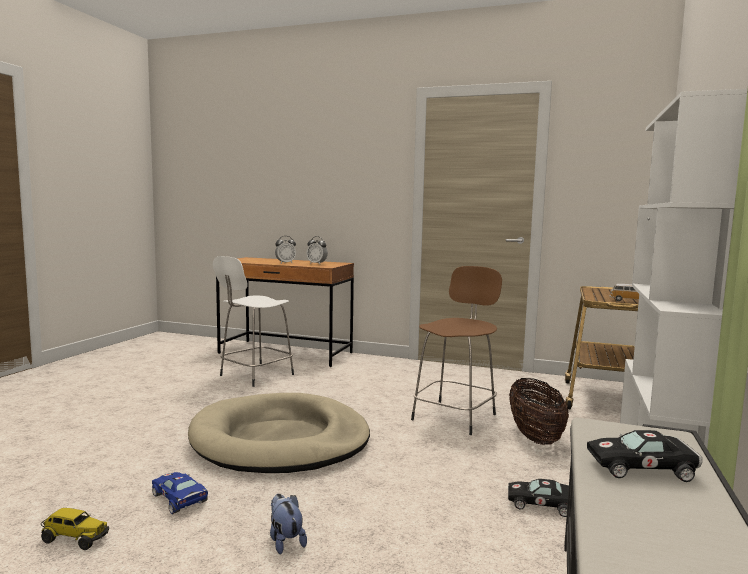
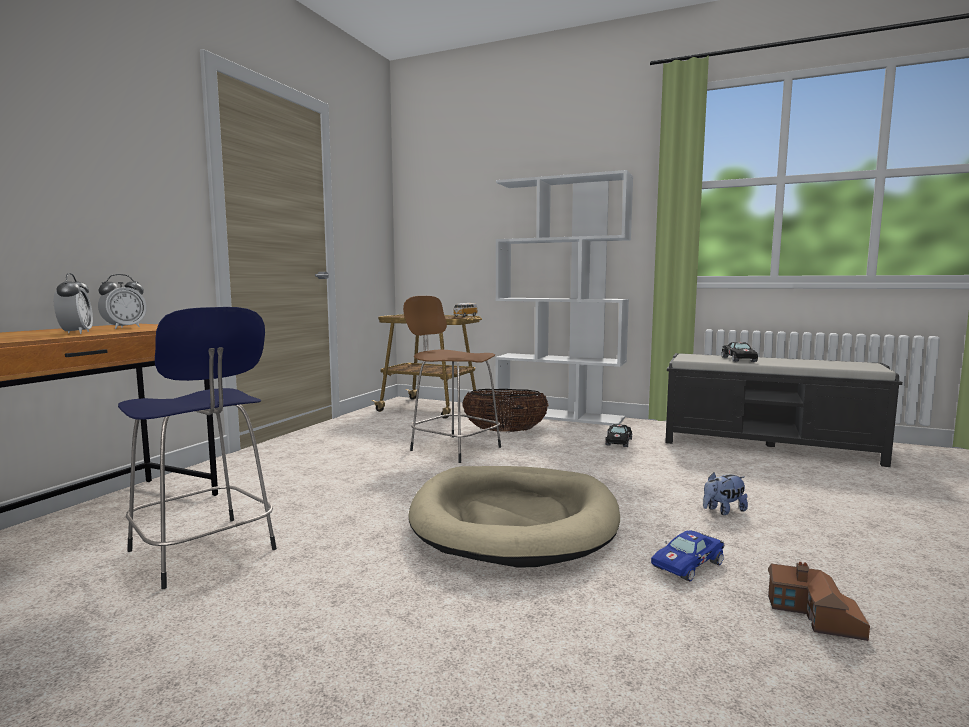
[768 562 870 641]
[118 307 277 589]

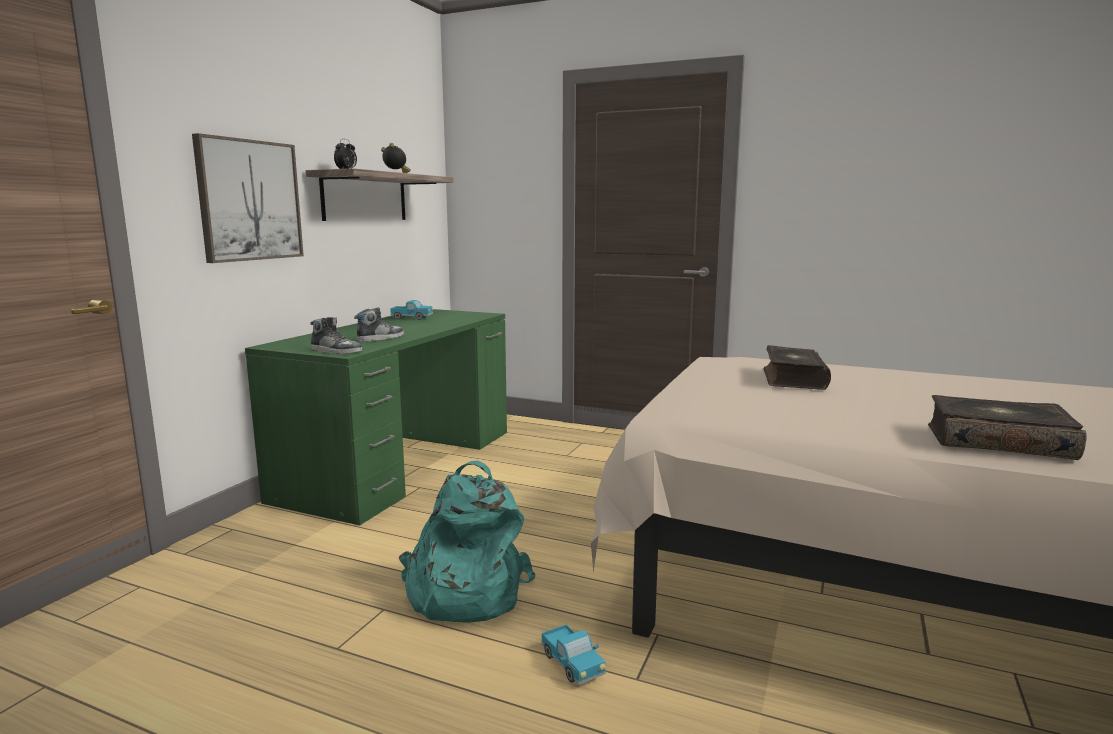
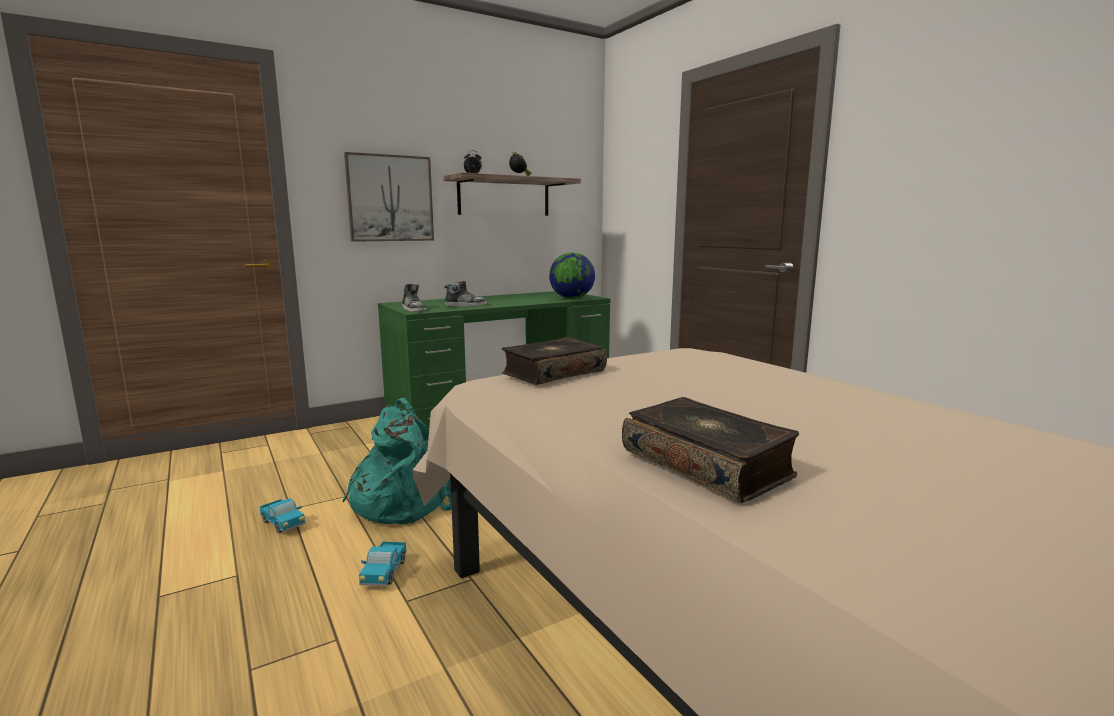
[549 253 595 299]
[260 498 306 533]
[501 337 607 385]

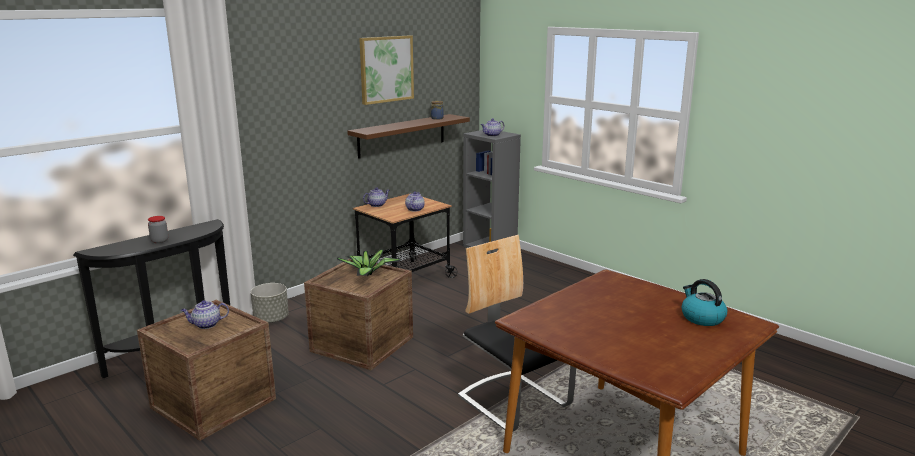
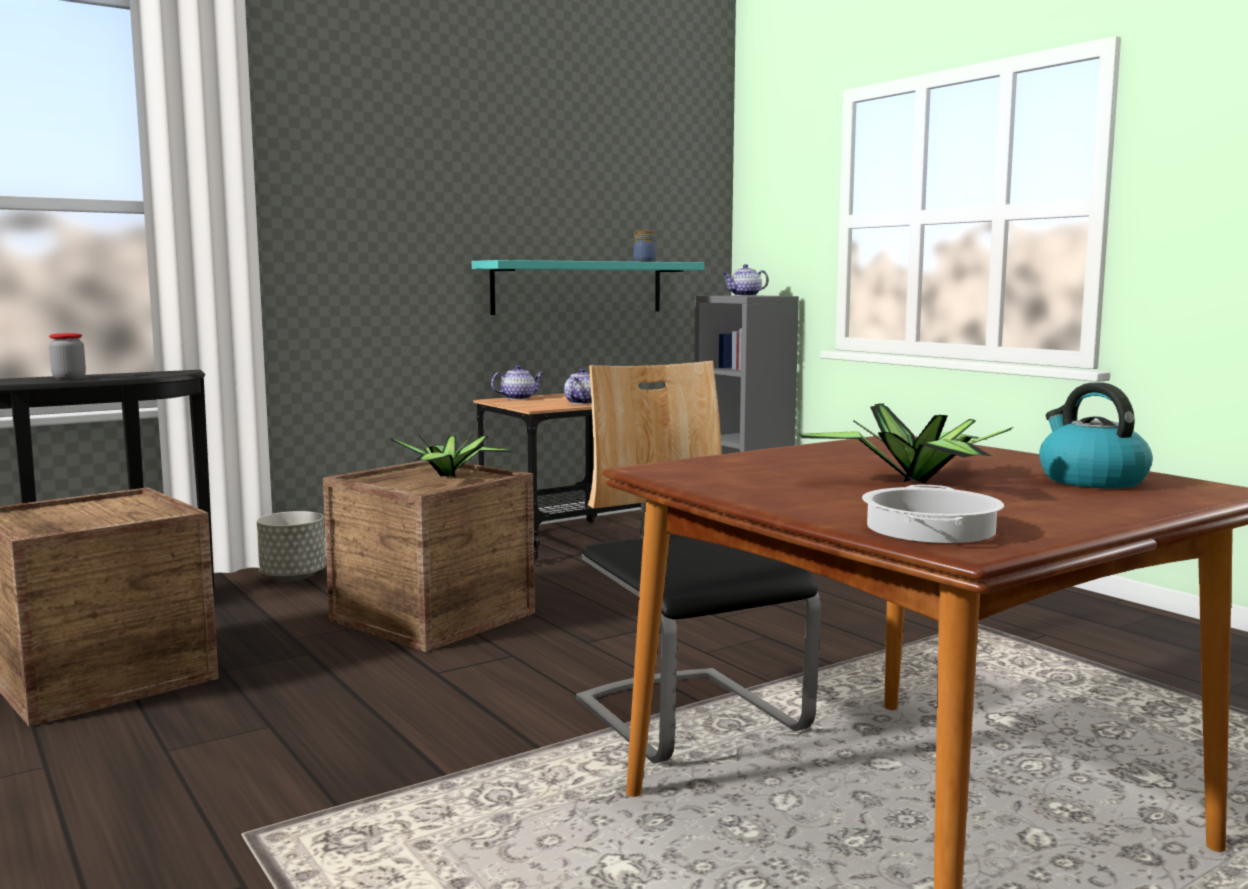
[181 300 229 329] (first image)
[359 35 414 105] (first image)
[800 403 1012 483]
[862 485 1004 543]
[472 260 704 315]

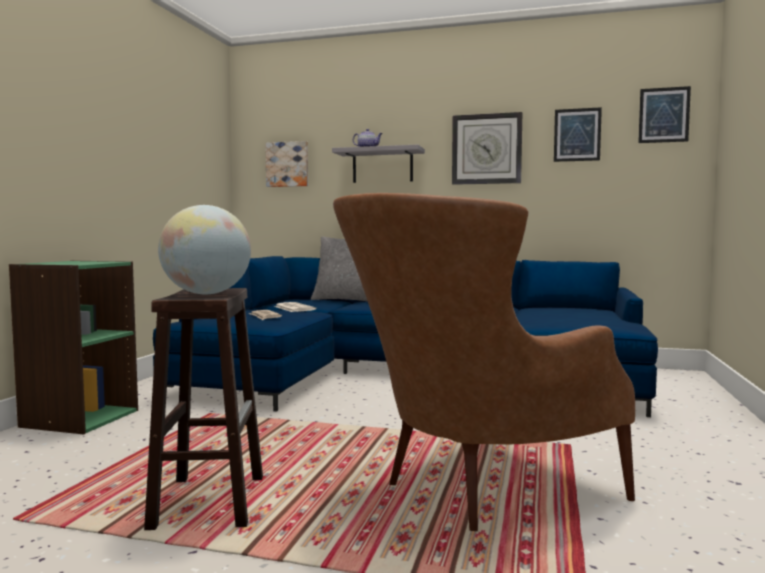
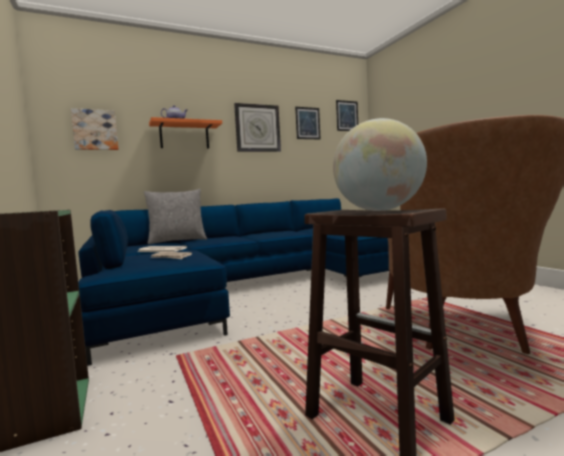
[149 117 222 149]

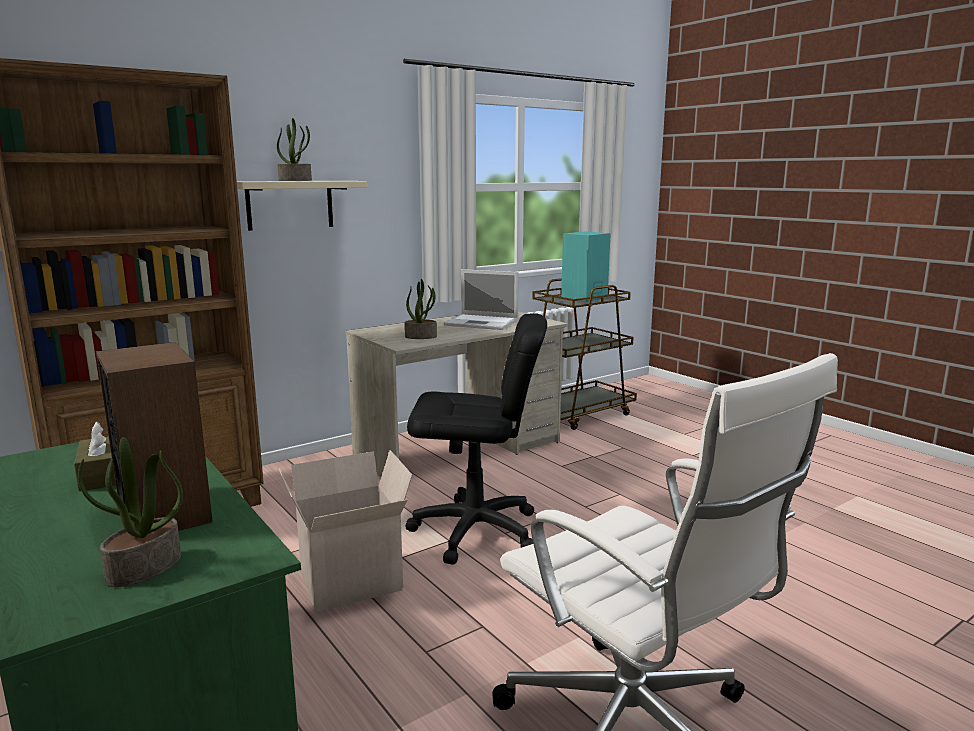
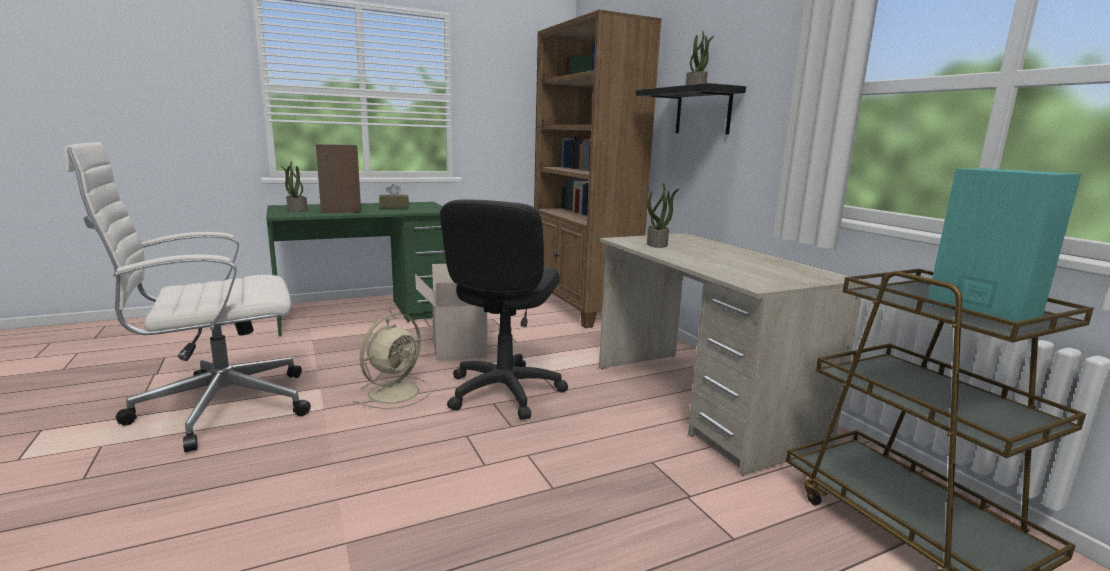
[444 269 519 330] (first image)
[353 313 432 409]
[636 83 746 134]

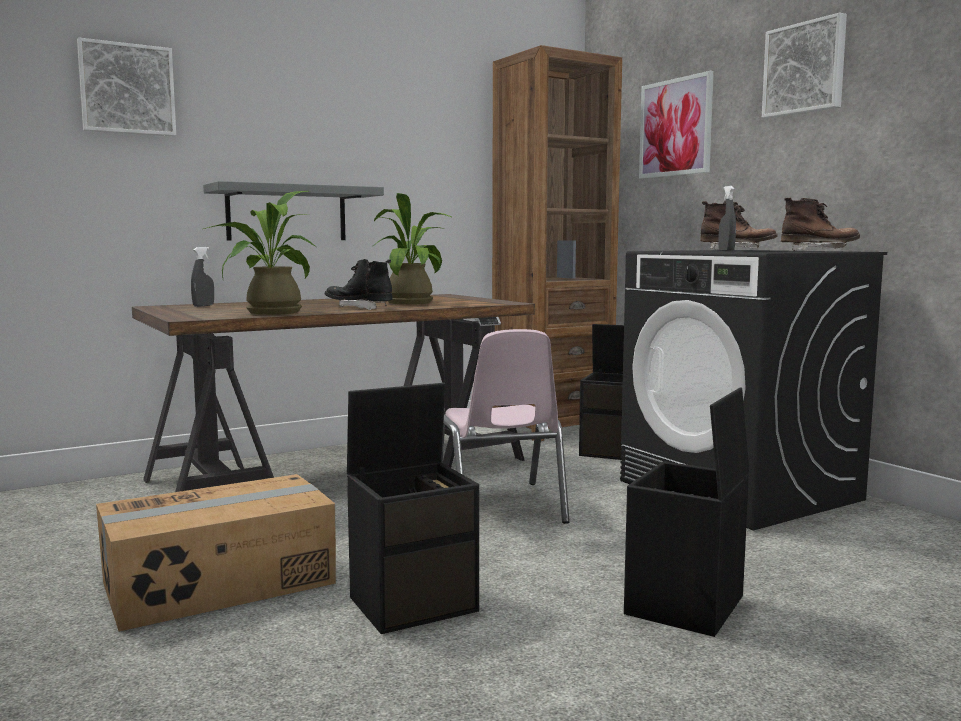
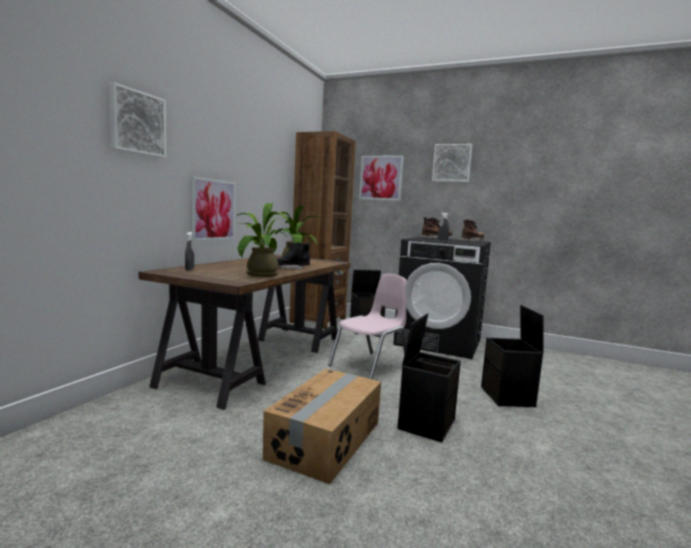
[191 176 236 241]
[328 274 407 380]

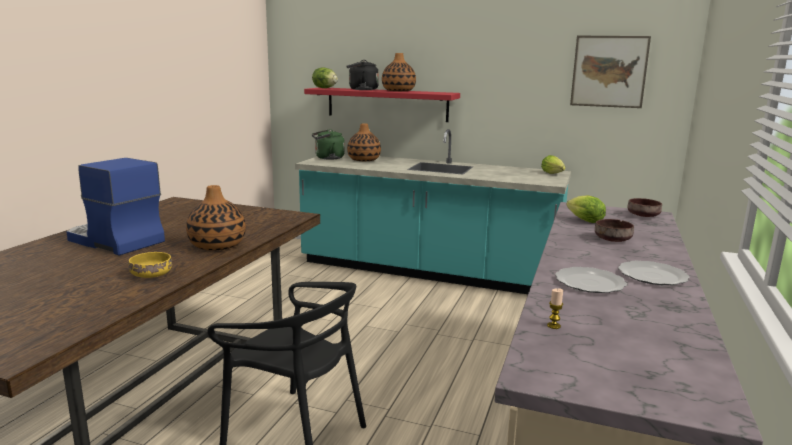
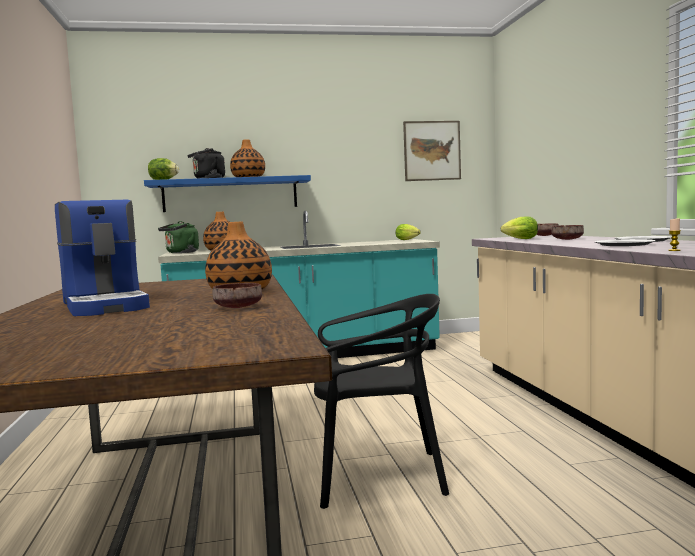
[213 283 262 308]
[144 175 311 212]
[55 200 150 316]

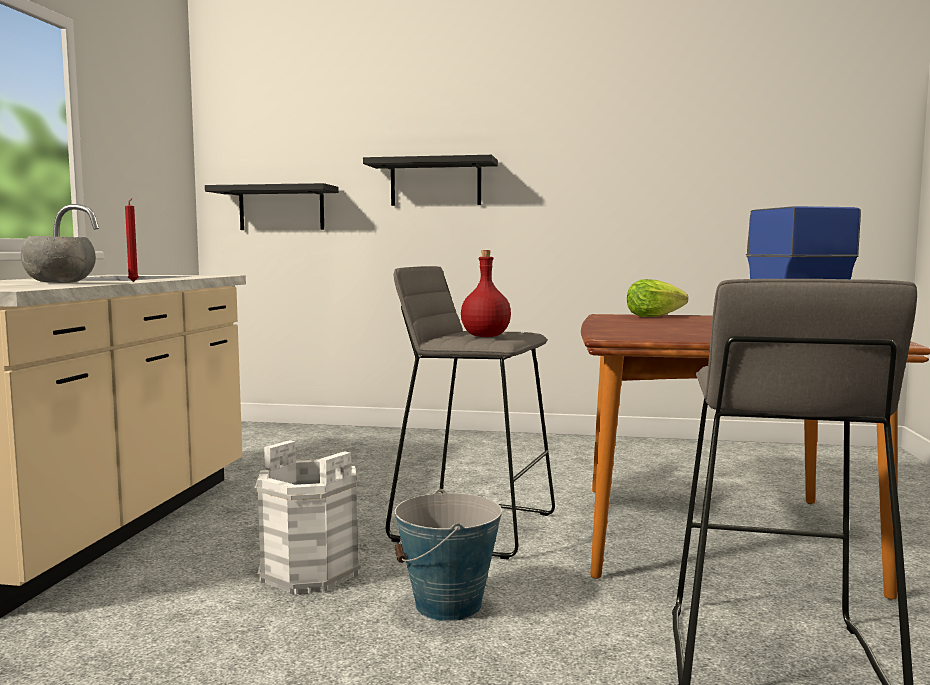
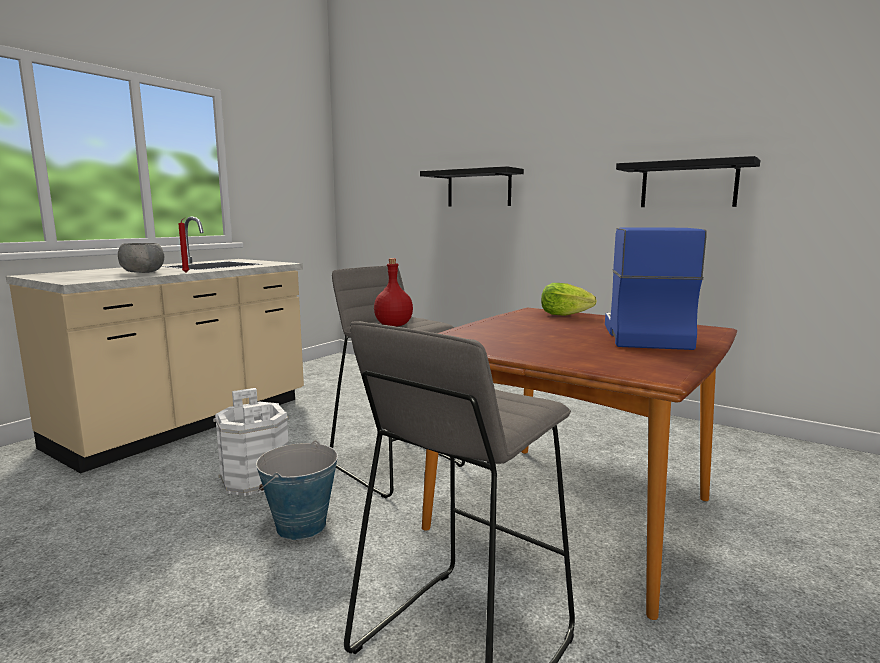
[616 156 760 207]

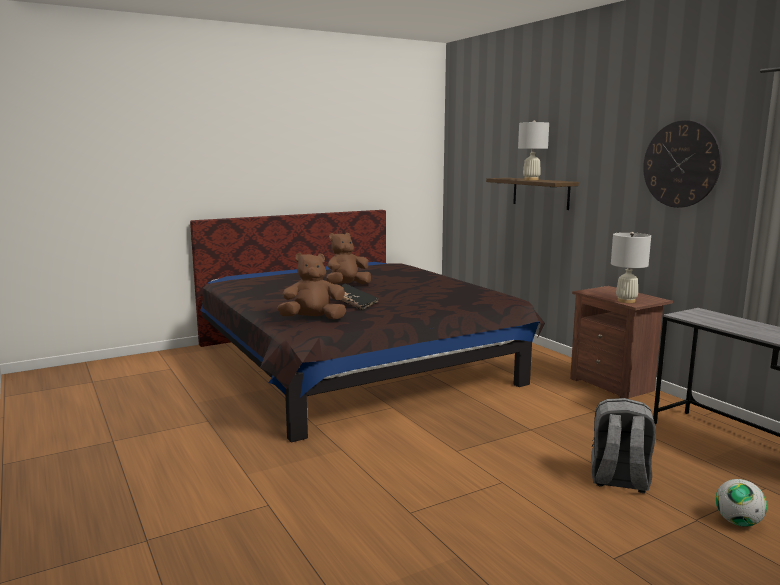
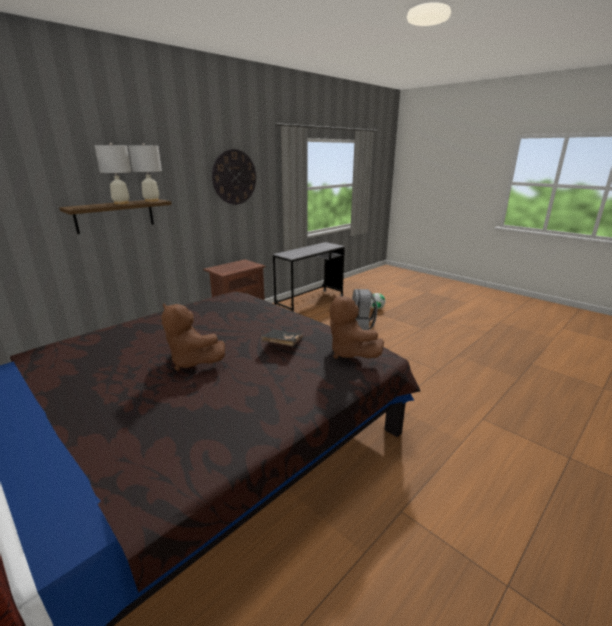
[128 143 162 202]

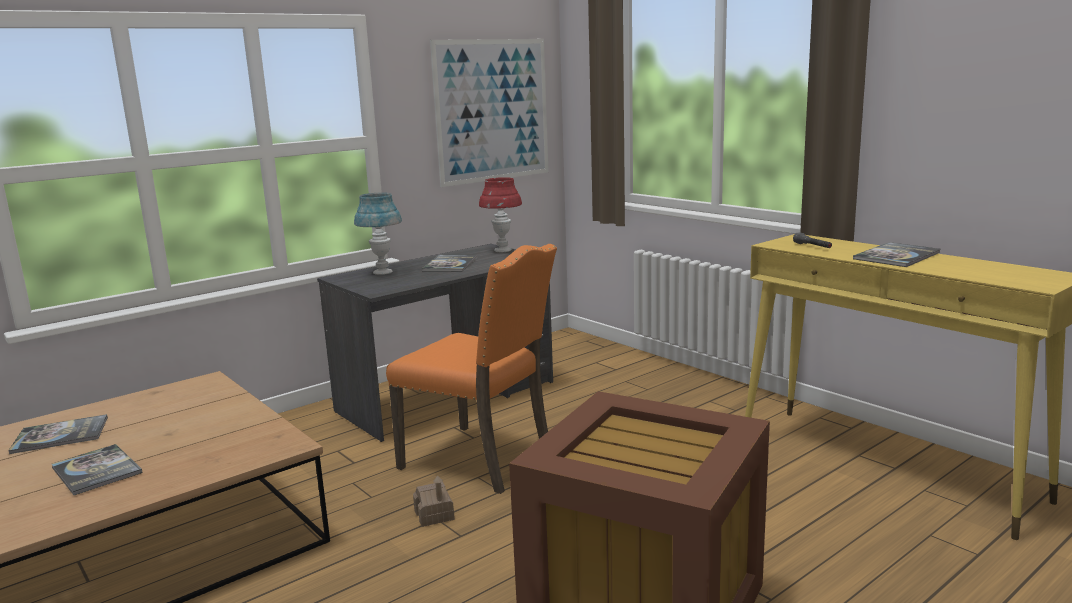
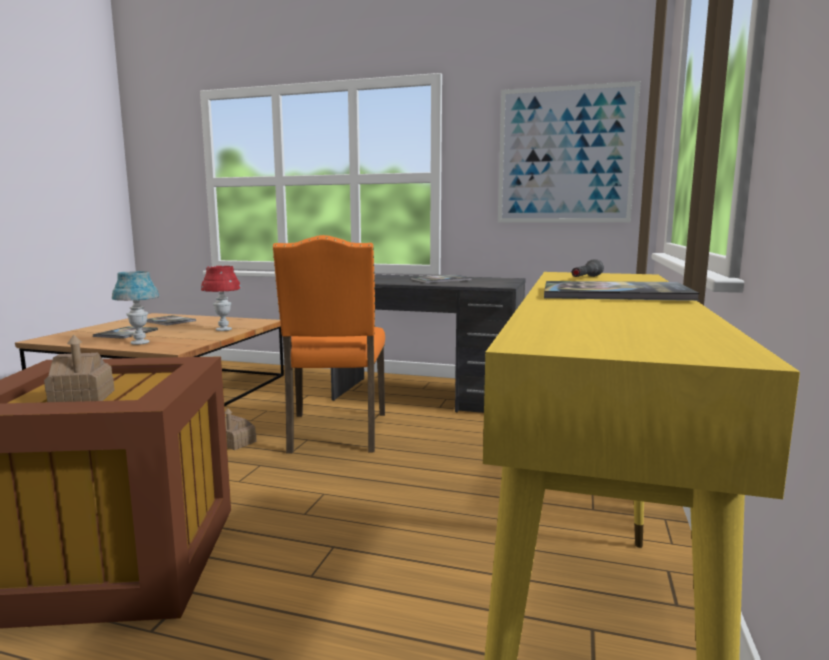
[44 335 114 402]
[112 271 159 345]
[201 266 241 331]

